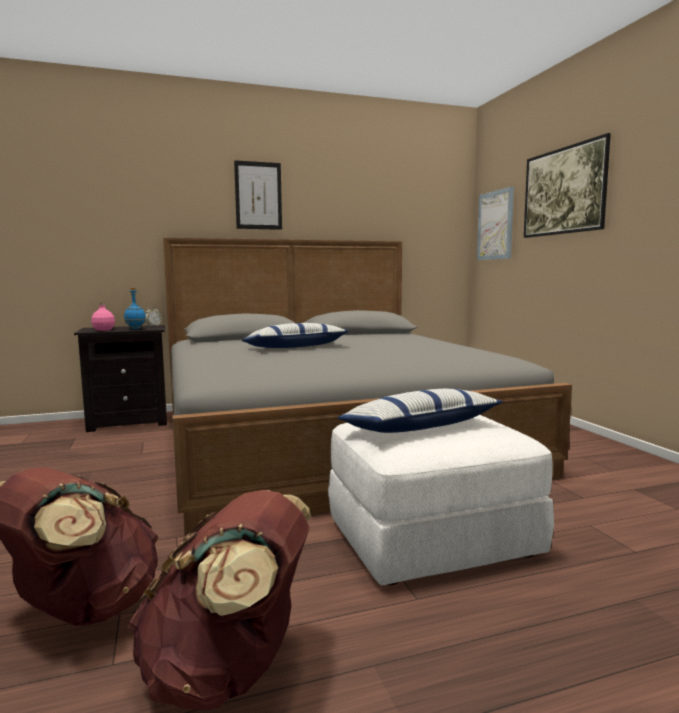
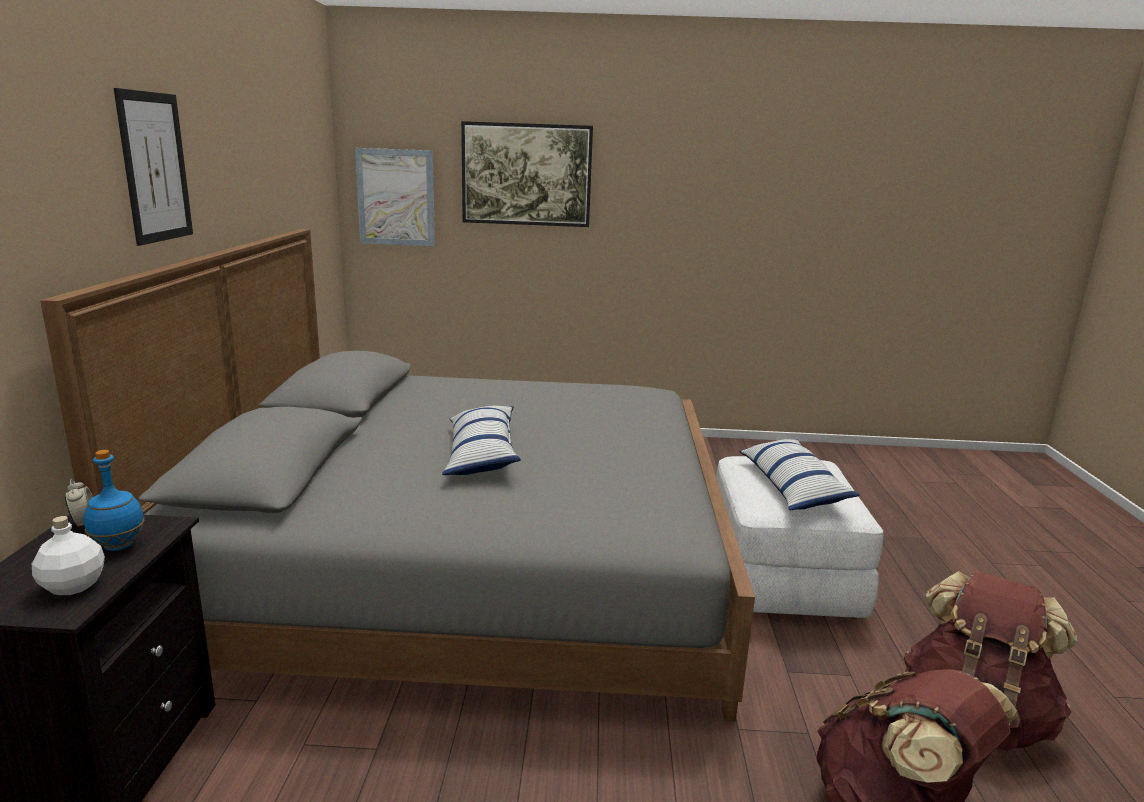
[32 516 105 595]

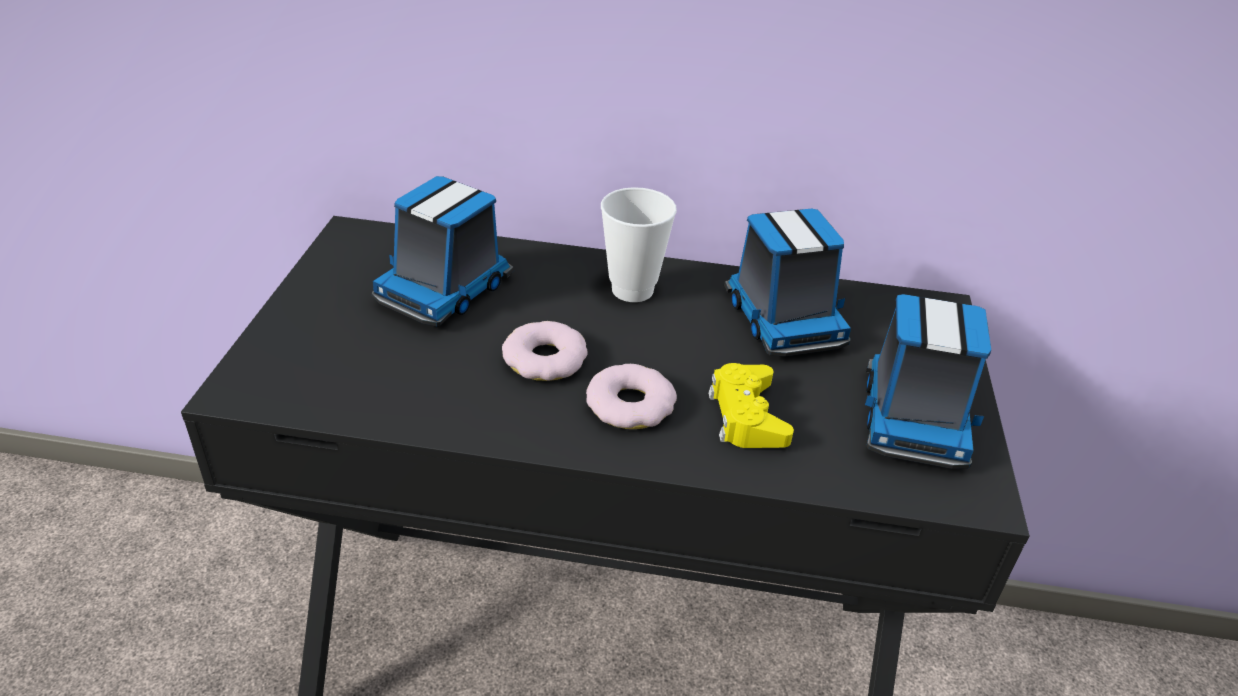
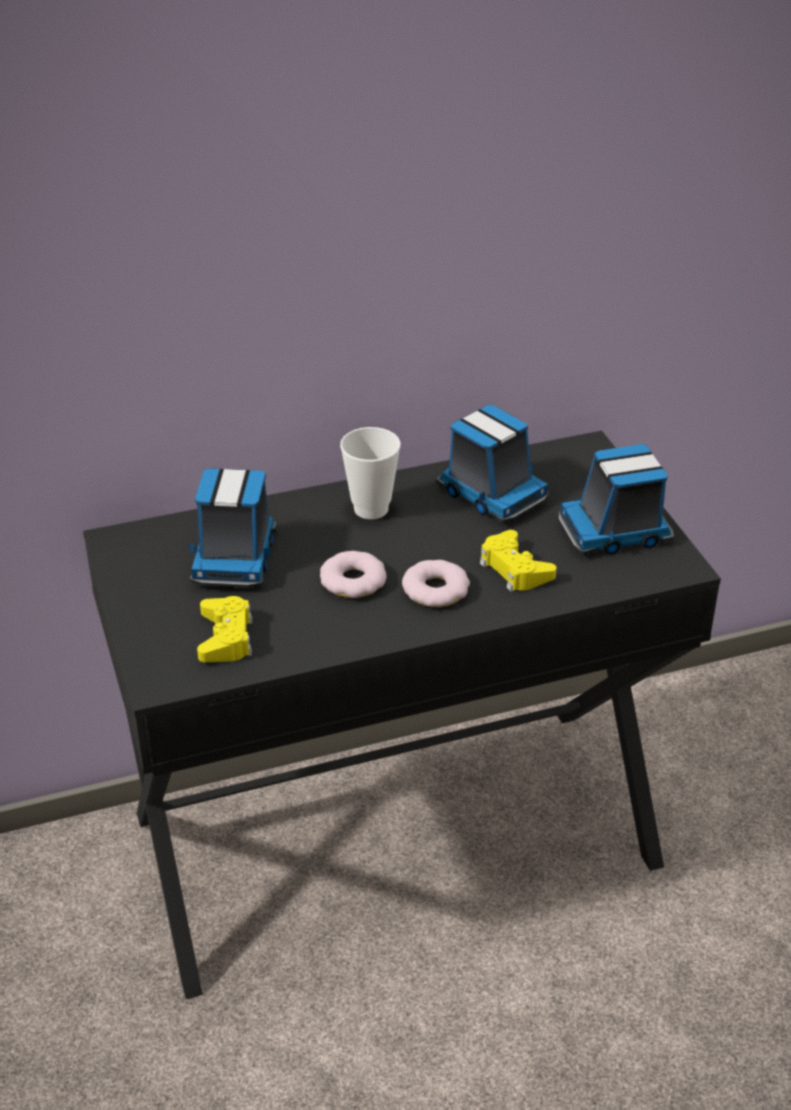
[197 596 252 662]
[558 444 674 555]

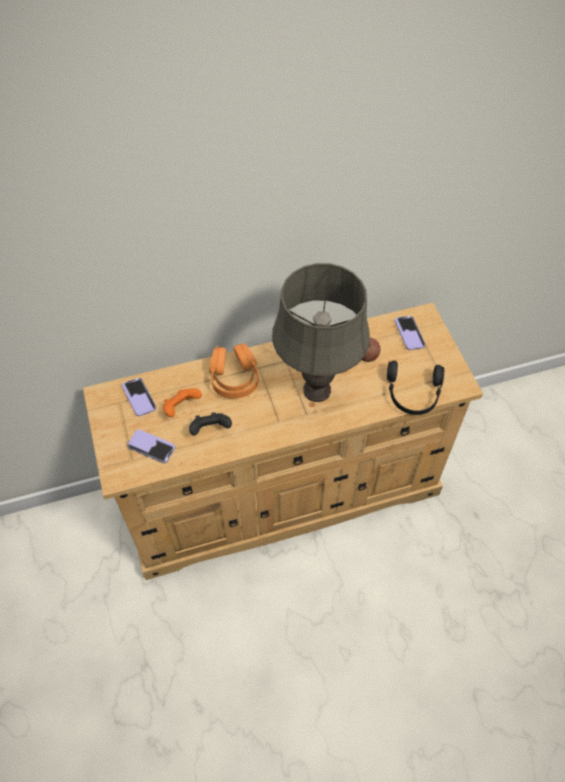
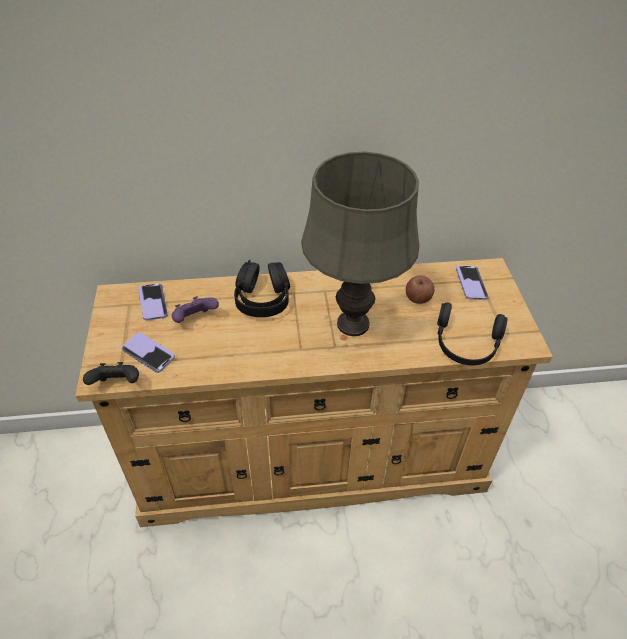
[83 362 139 385]
[171 296 219 323]
[234 259 290 317]

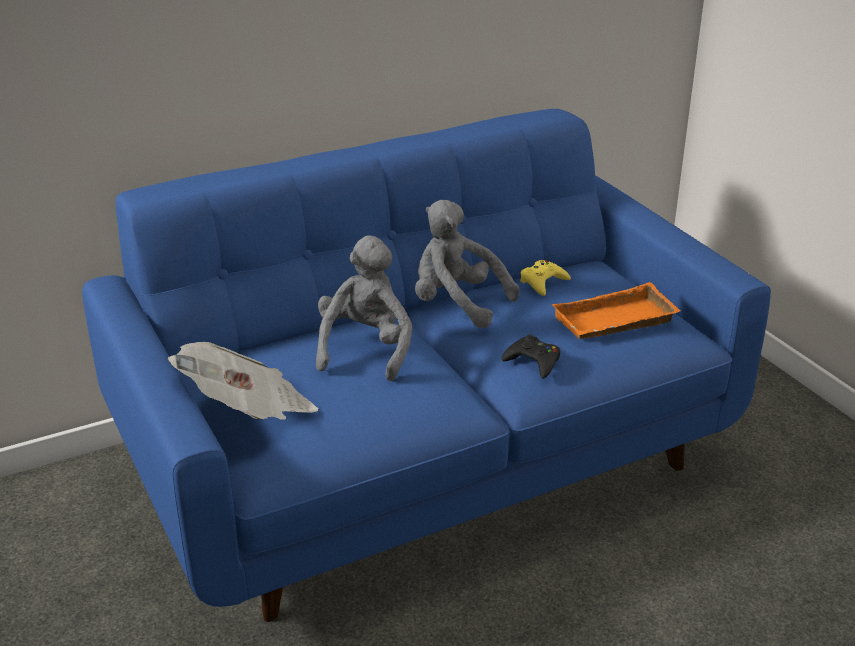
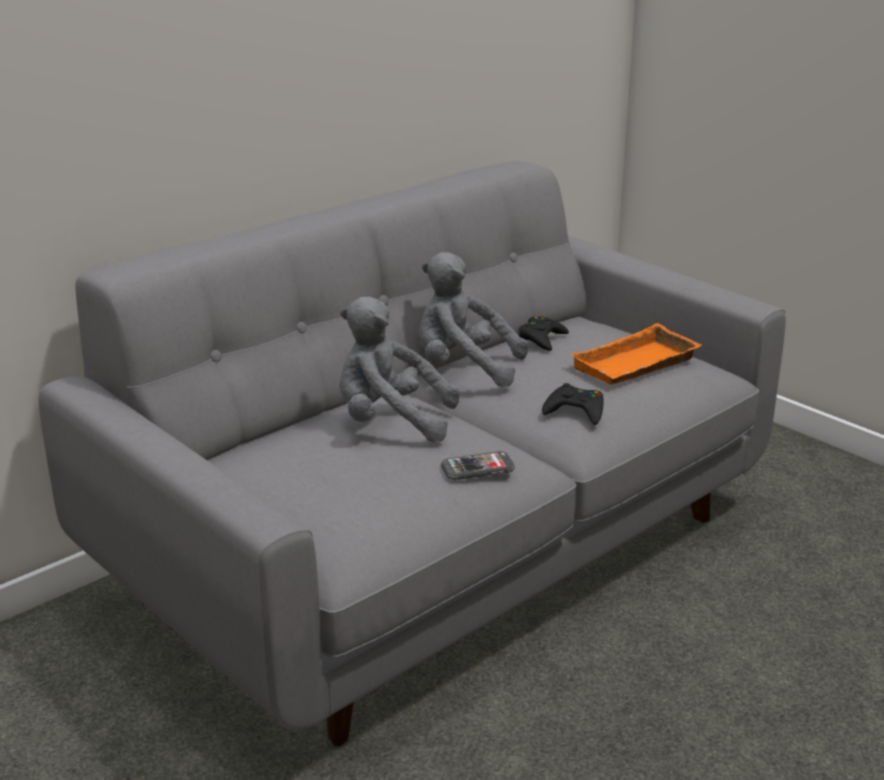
[168 342 318 420] (first image)
[441 451 515 480]
[38 161 786 746]
[519 316 569 351]
[339 297 459 442]

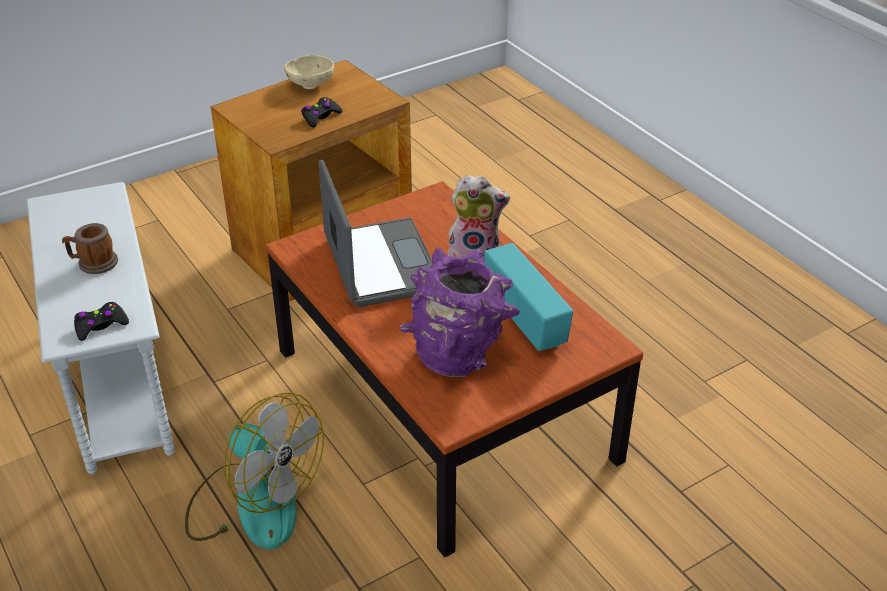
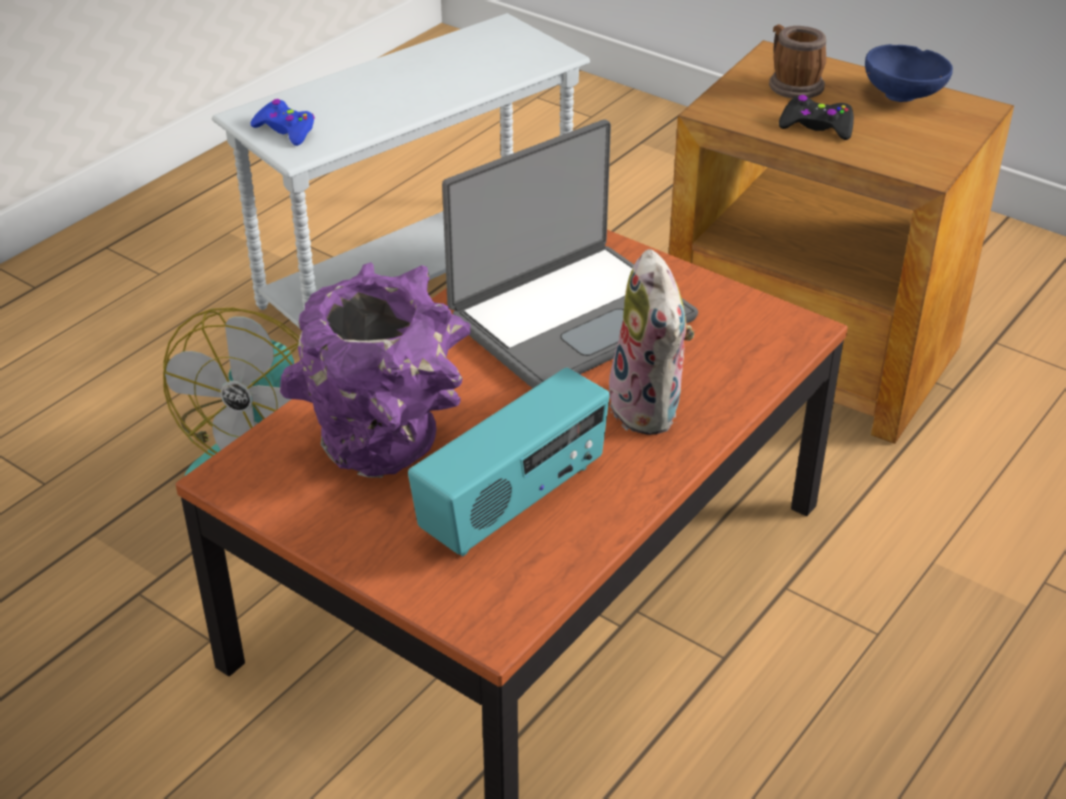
[769 24 827 99]
[250 99 315 146]
[865 44 953 102]

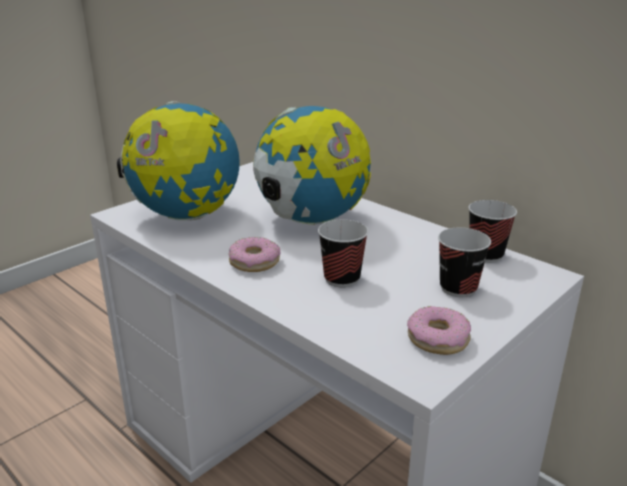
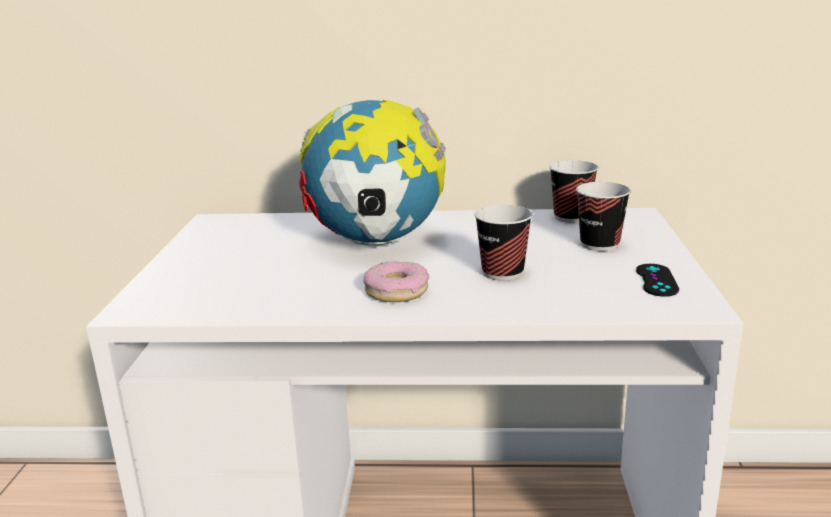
[117 101 240 220] (first image)
[636 264 679 297]

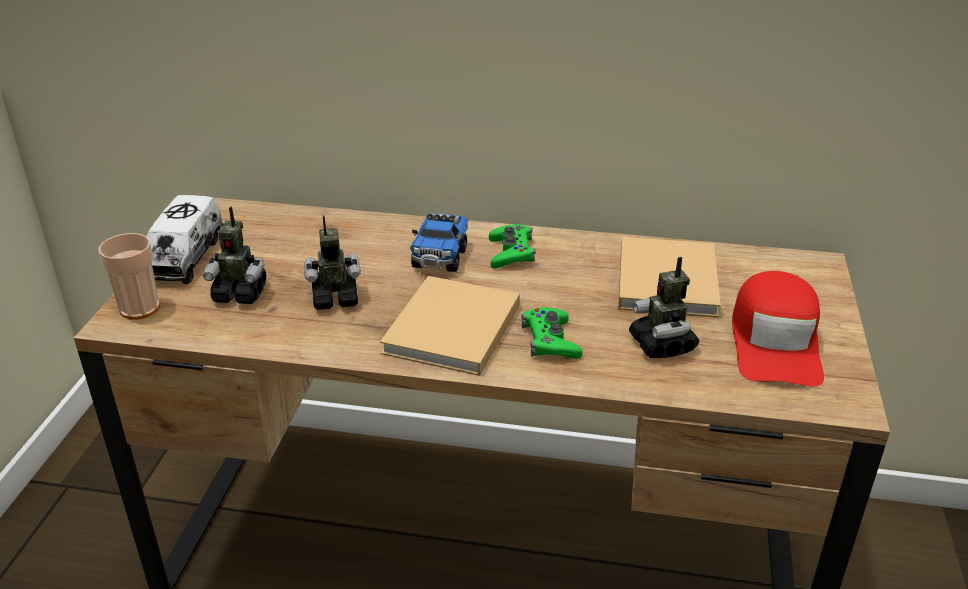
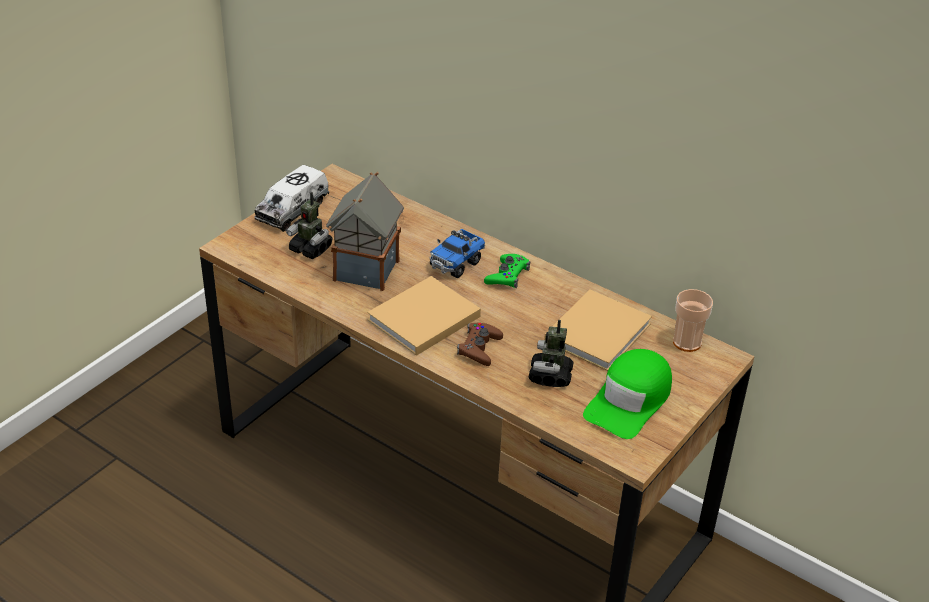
[673 289 713 352]
[326 172 404 291]
[457 322 503 366]
[583 349 672 439]

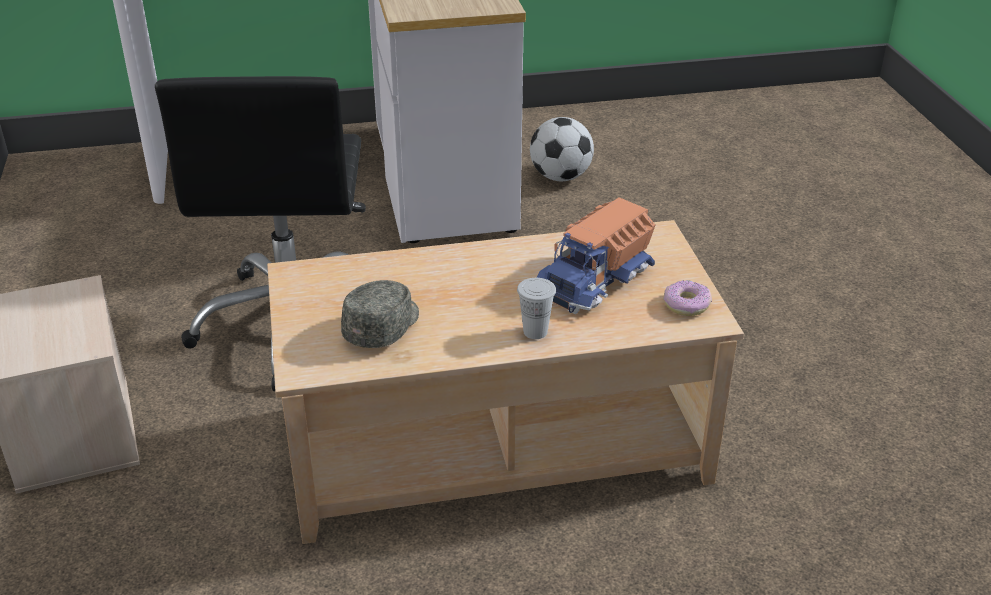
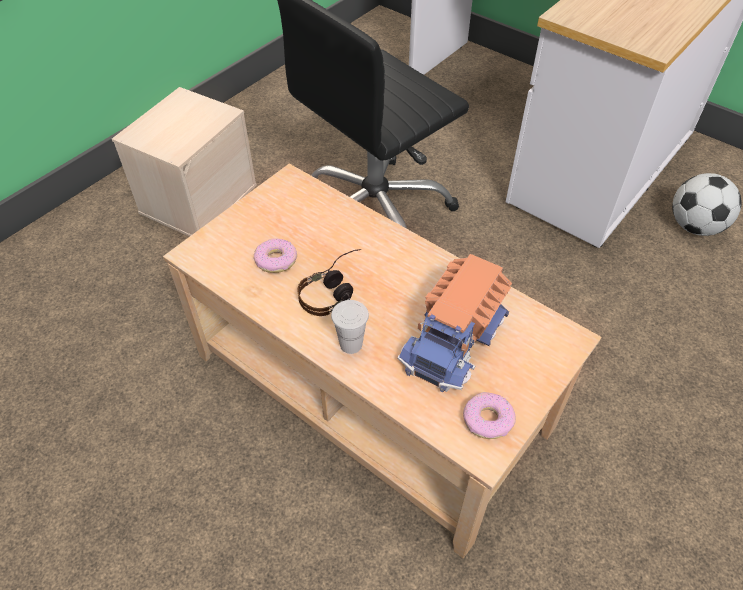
[298 249 361 316]
[254 238 297 273]
[397 254 512 392]

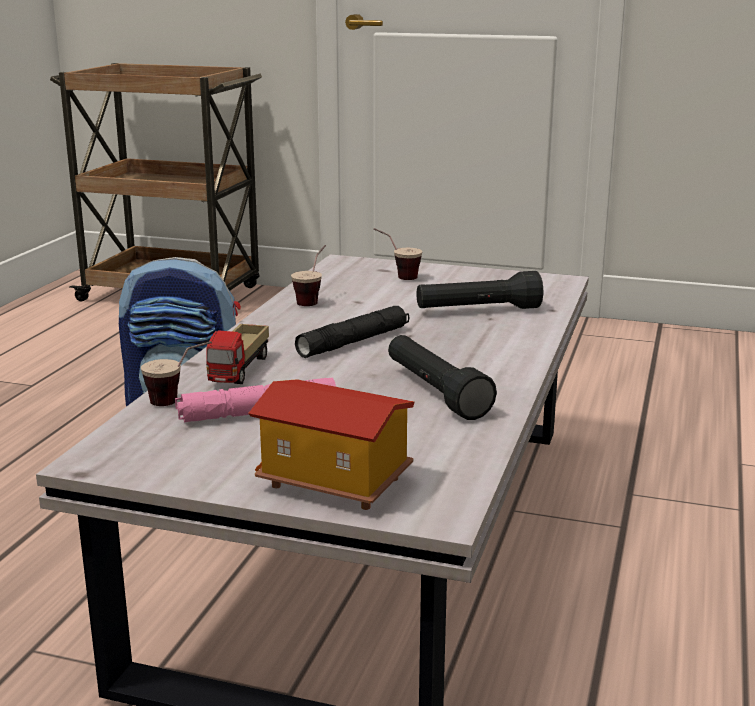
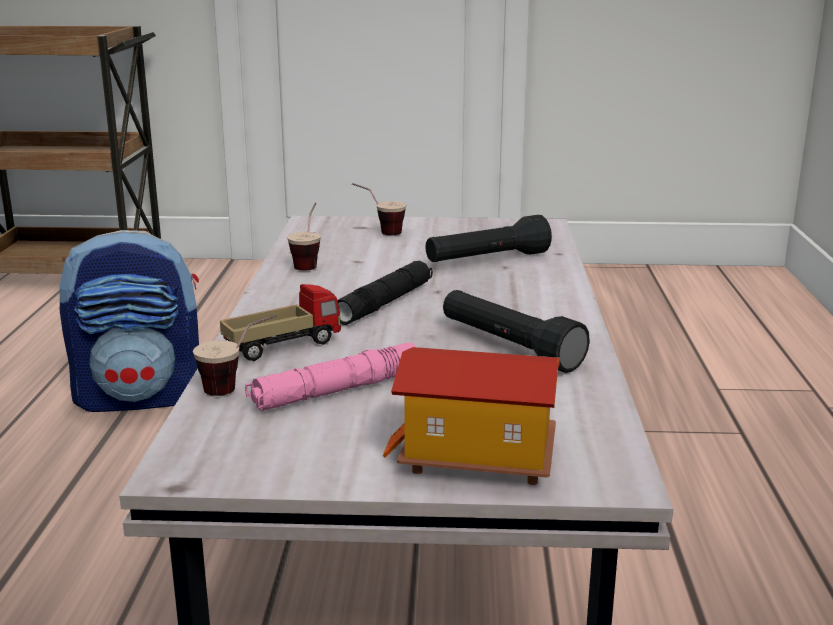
[220 284 341 361]

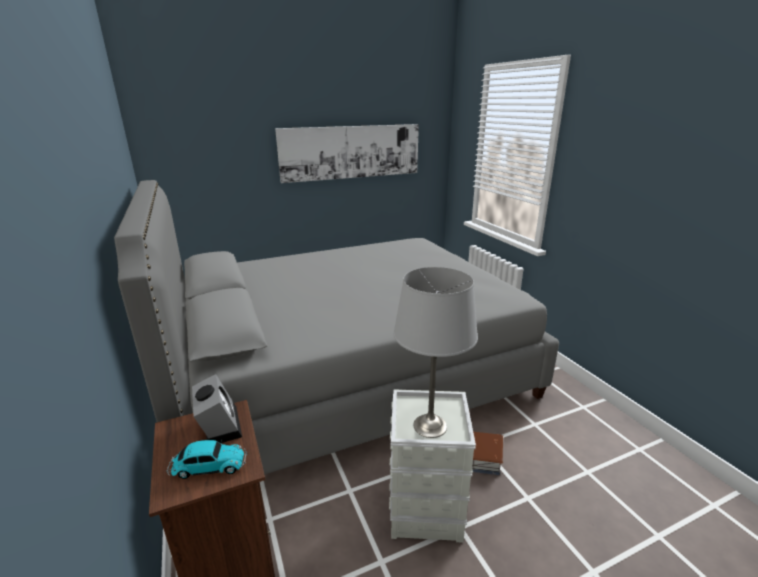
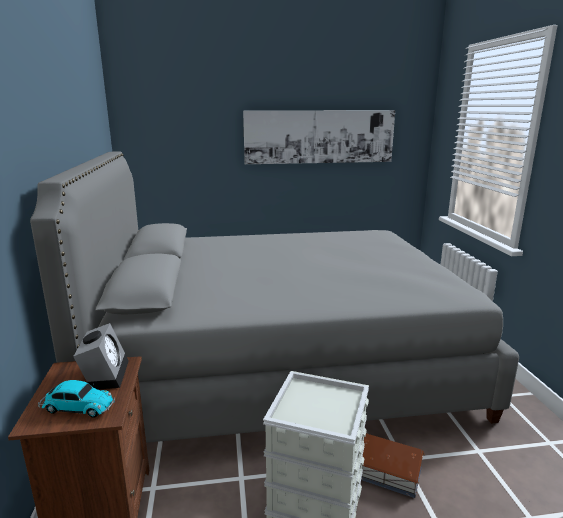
[393 267 478 438] (first image)

